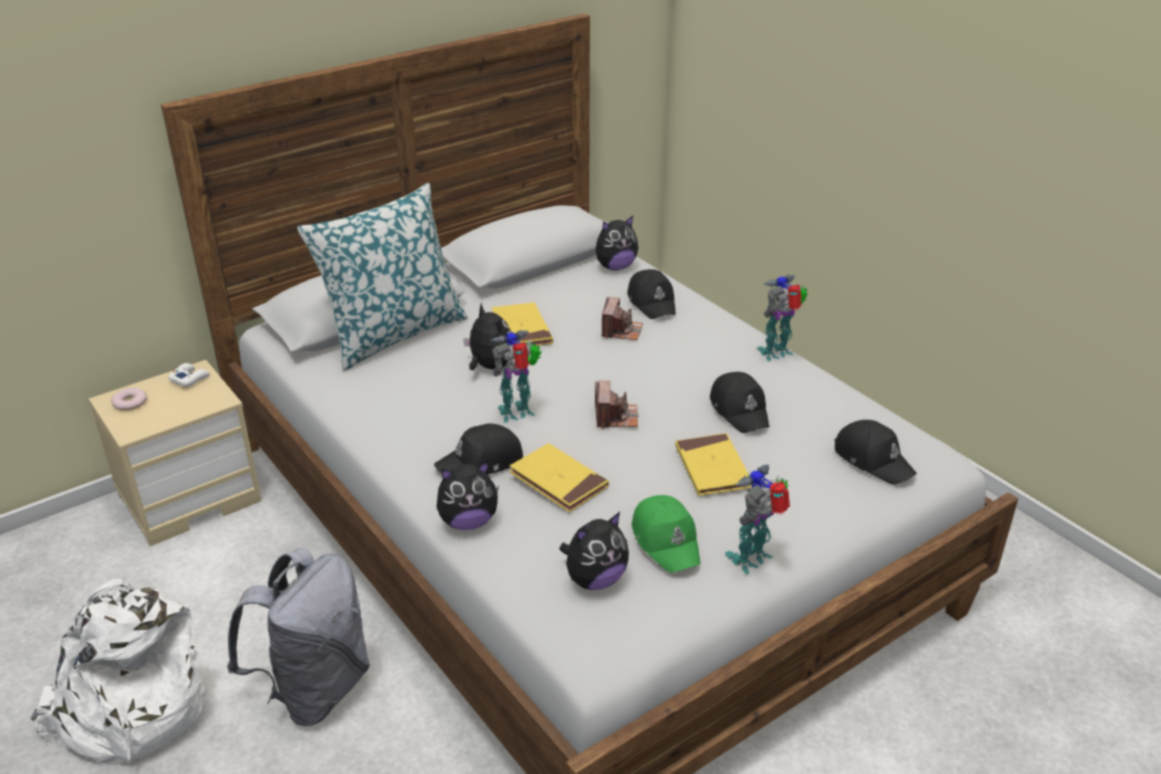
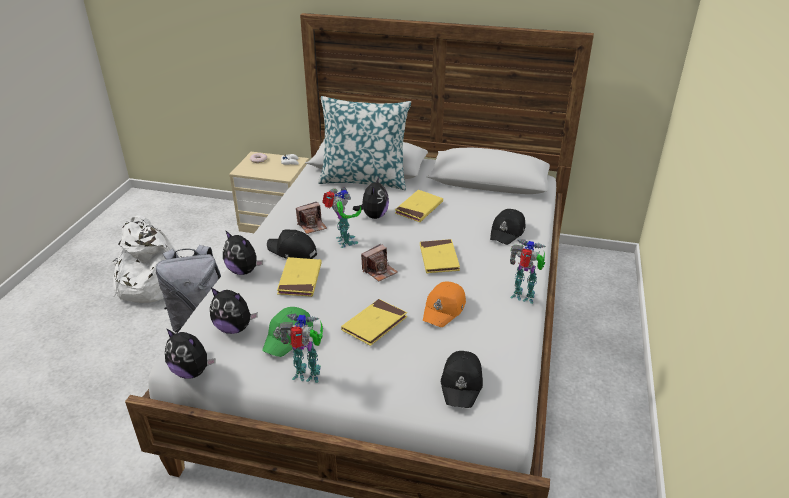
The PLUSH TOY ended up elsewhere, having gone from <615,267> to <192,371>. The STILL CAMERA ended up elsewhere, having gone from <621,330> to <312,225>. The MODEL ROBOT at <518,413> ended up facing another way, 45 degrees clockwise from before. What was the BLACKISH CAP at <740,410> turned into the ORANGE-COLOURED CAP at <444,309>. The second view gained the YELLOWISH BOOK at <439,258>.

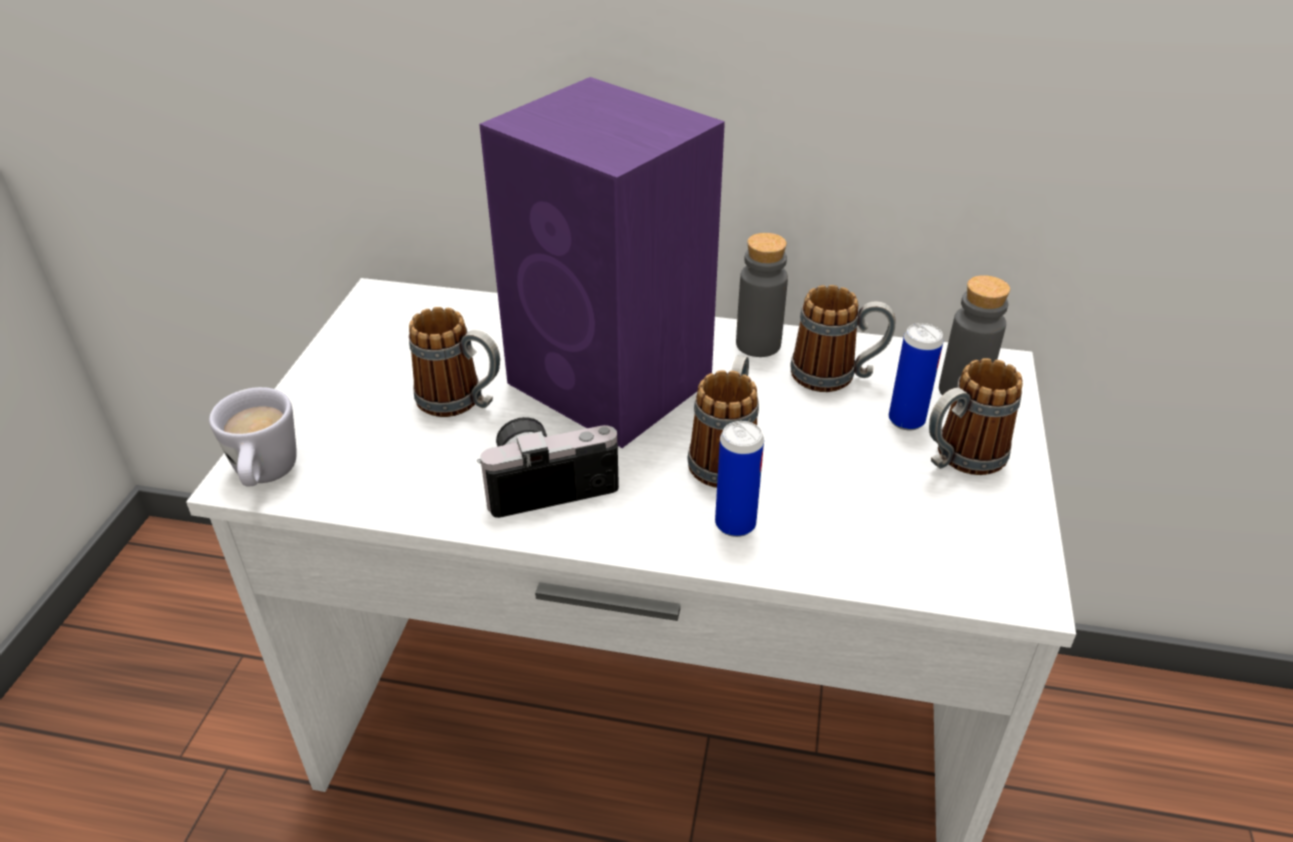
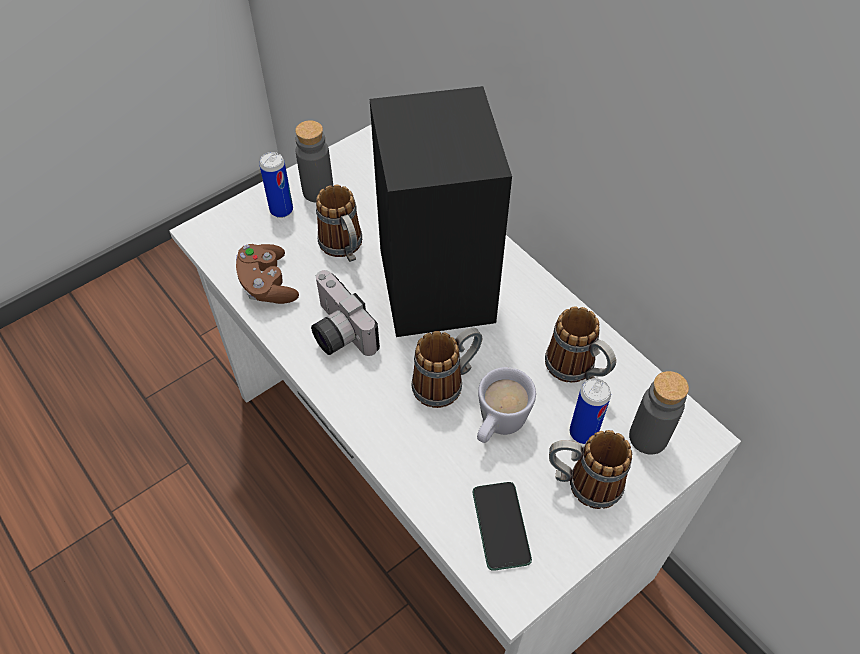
What was the PURPLISH SPEAKER at <613,384> turned into the BLACKISH SPEAKER at <437,288>. The GREYISH BOTTLE ended up elsewhere, having gone from <758,344> to <318,191>. The WHITE TEA MUG ended up elsewhere, having gone from <265,477> to <498,426>. The STILL CAMERA at <548,481> ended up facing another way, 150 degrees counterclockwise from before. The CAN ended up elsewhere, having gone from <735,524> to <281,210>. The second view gained the BROWN-COLOURED GAMEPAD at <268,284>. The second view gained the PHONE at <501,526>.

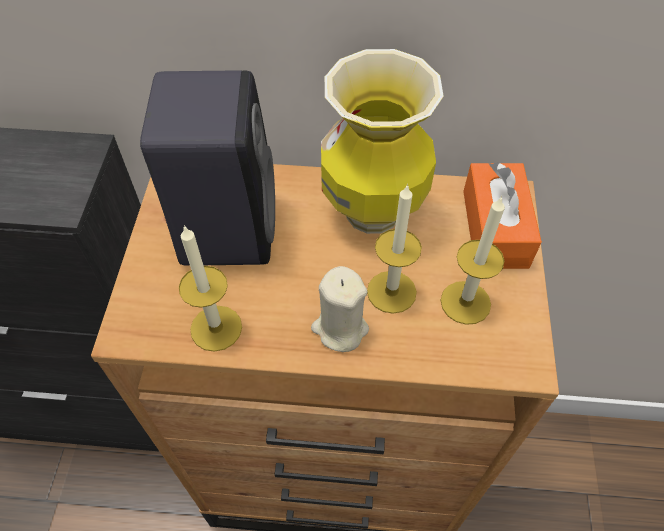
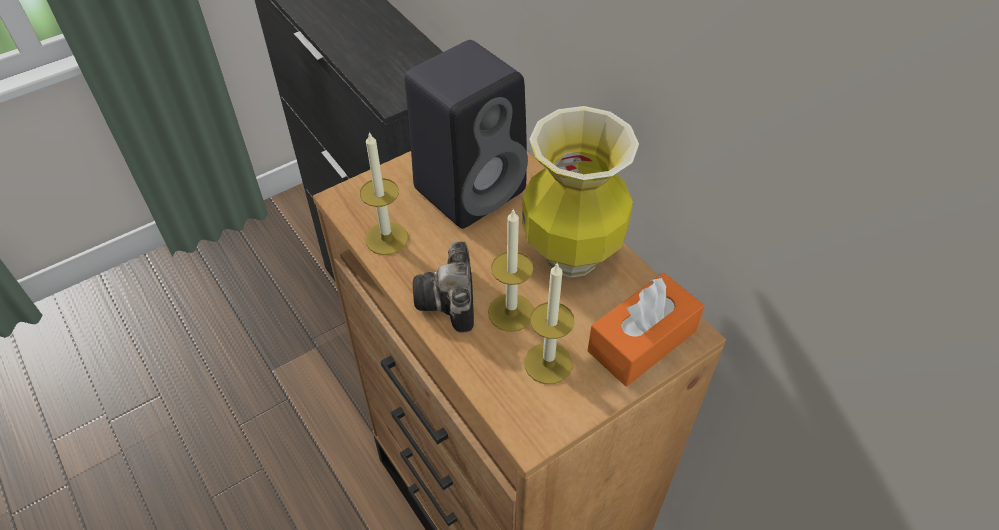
Where the BEIGE WAX CANDLE stood at <340,328>, the STILL CAMERA came to stand at <450,302>.

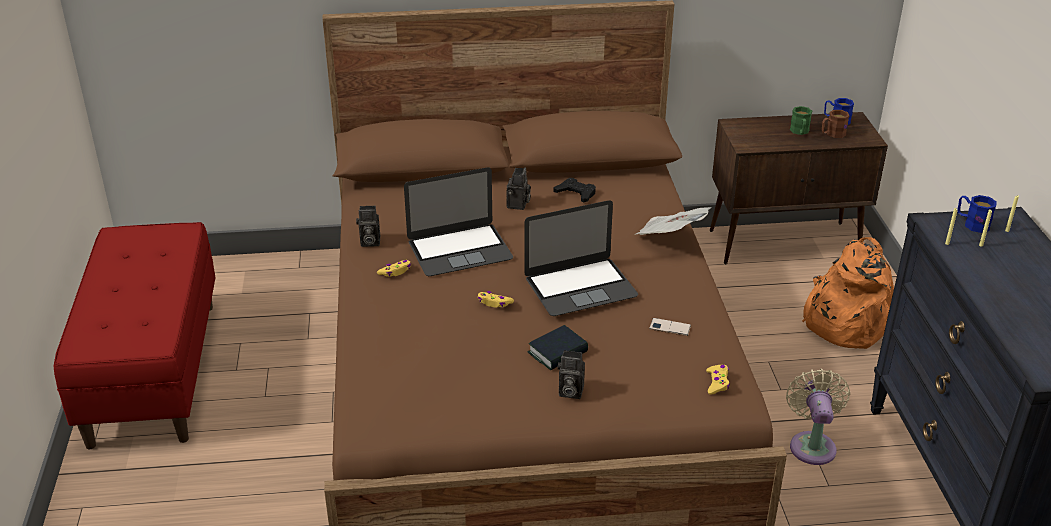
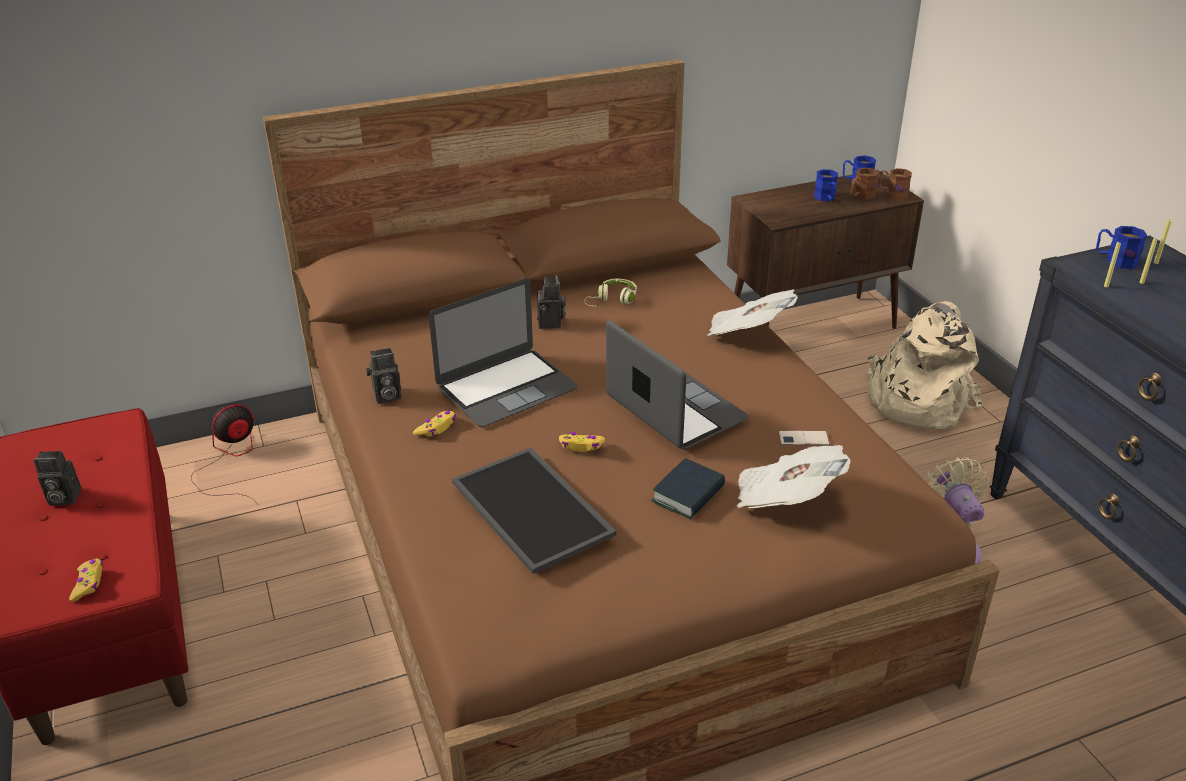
What was the GREEN-COLOURED TEA MUG at <800,132> turned into the BLUE TEA MUG at <826,198>. Where the BLACKISH GAMEPAD stood at <576,193>, the BEIGE PAIR OF HEADPHONES came to stand at <613,300>. The NOTEBOOK COMPUTER at <580,287> ended up facing another way, 90 degrees counterclockwise from before. What was the ORANGE-COLOURED RUCKSACK at <845,321> turned into the BEIGE RUCKSACK at <915,401>. The STILL CAMERA ended up elsewhere, having gone from <569,392> to <62,498>. The YELLOWISH GAMEPAD ended up elsewhere, having gone from <717,383> to <88,583>. The second view gained the BROWN-COLOURED TEA MUG at <892,194>. The second view gained the ELECTRIC FAN at <231,460>. The second view gained the NEWSPAPER at <785,499>. The second view gained the CARRYING TRAY at <535,508>.

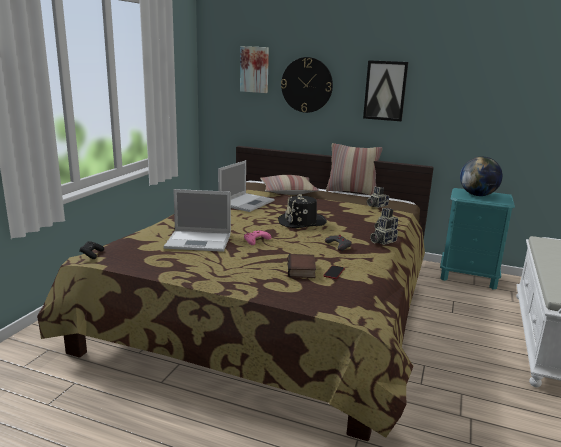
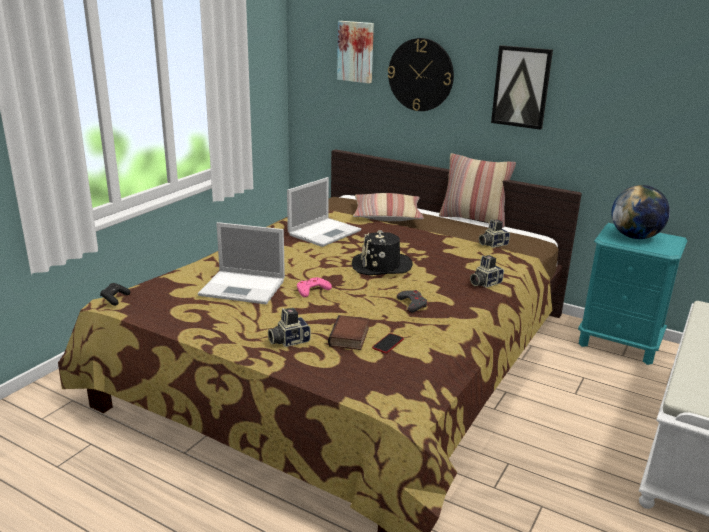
The STILL CAMERA ended up elsewhere, having gone from <382,241> to <288,340>.

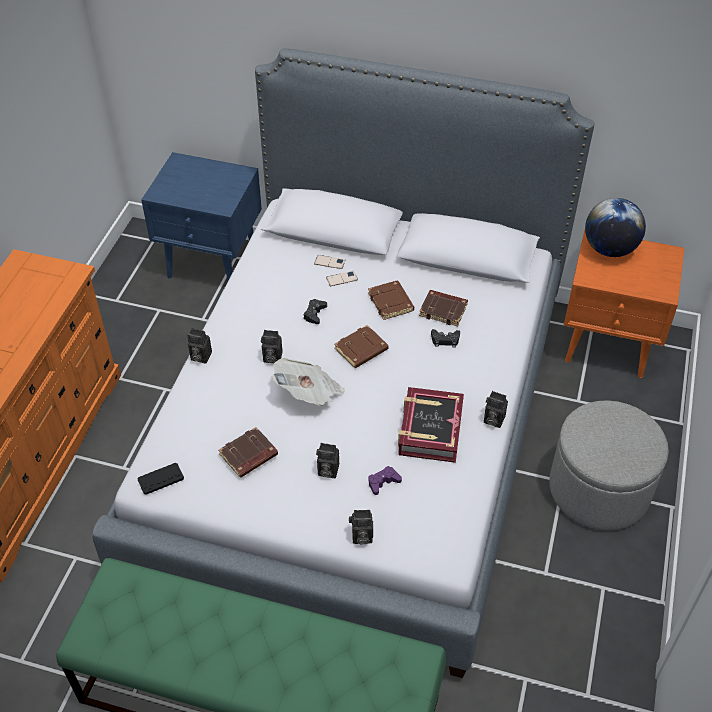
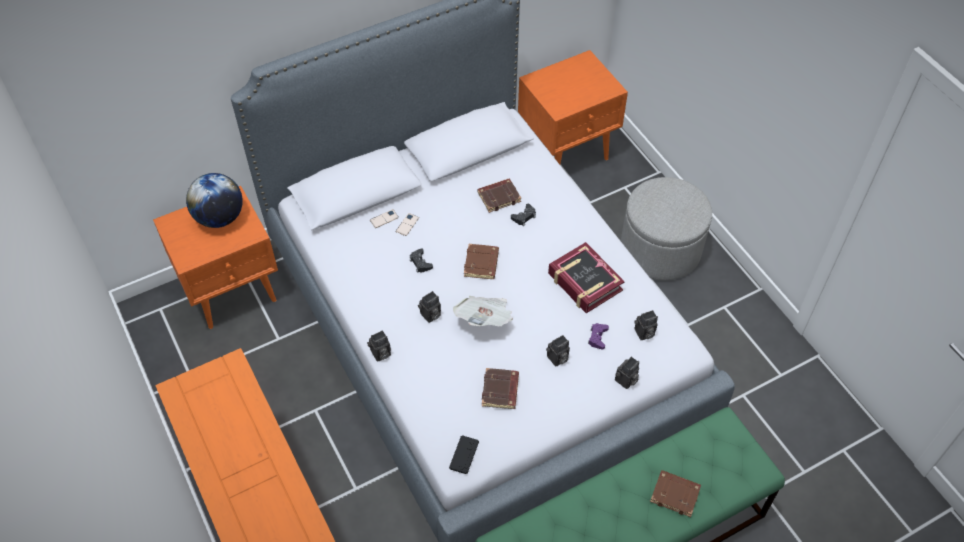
What was the BLUE BEDSIDE TABLE at <213,263> turned into the ORANGE-COLOURED BEDSIDE TABLE at <233,291>. The GLOBE ended up elsewhere, having gone from <609,249> to <220,217>. The BROWN-COLOURED BOOK ended up elsewhere, having gone from <391,303> to <675,494>. The STILL CAMERA ended up elsewhere, having gone from <492,420> to <644,334>.

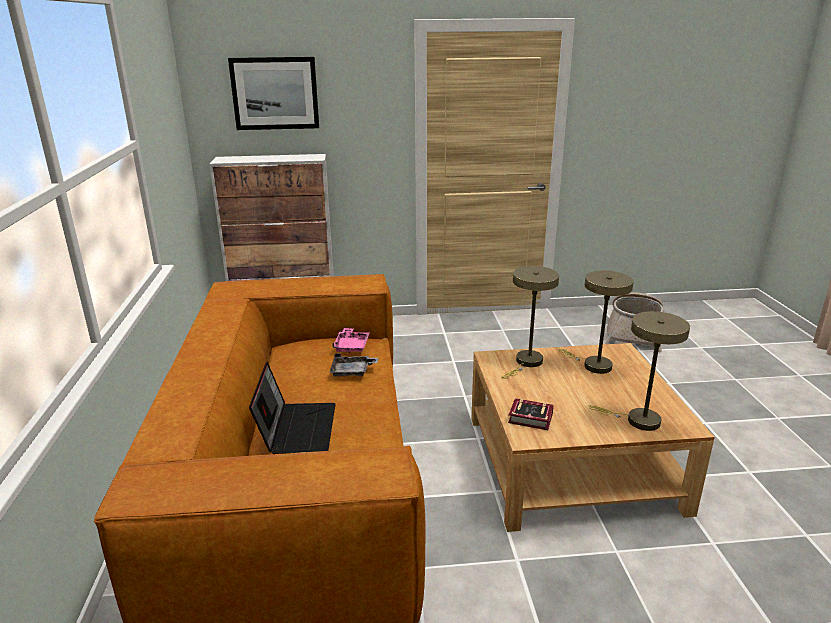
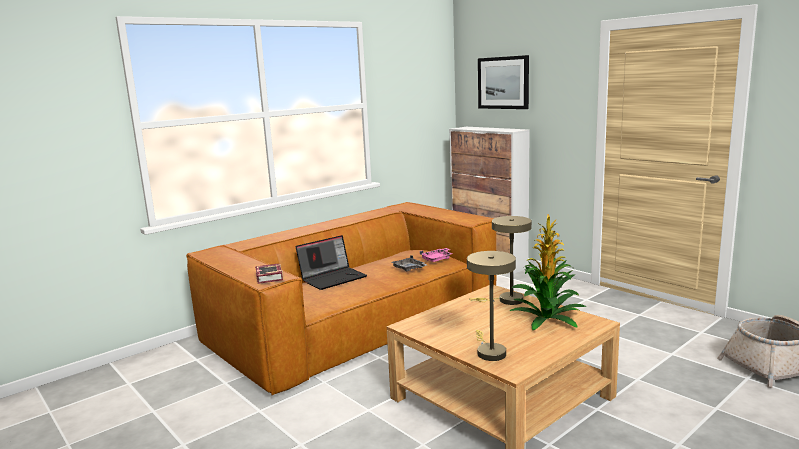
Where the BEIGE TABLETOP LAMP stood at <593,365>, the POTTED PLANT came to stand at <547,319>. The BOOK ended up elsewhere, having gone from <532,419> to <268,277>.

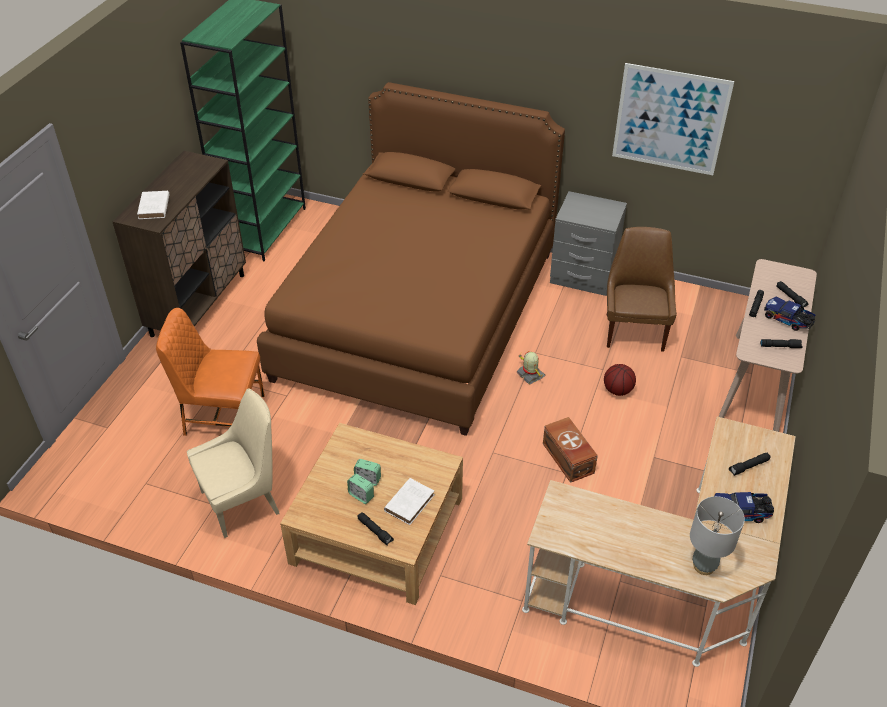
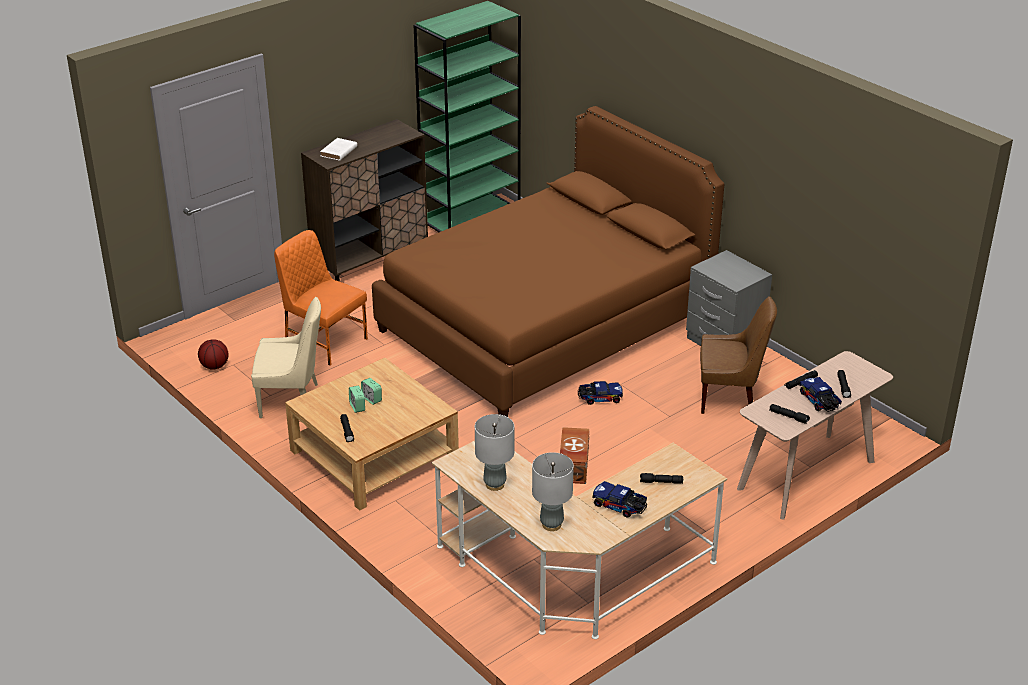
The second view lost the PICTURE at <670,120>. The BROWN-COLOURED CHAIR at <634,330> ended up facing another way, 60 degrees clockwise from before. Where the MODEL ROBOT stood at <530,375>, the MODEL TRUCK came to stand at <599,398>. The BALL FOR BASKETBALL ended up elsewhere, having gone from <617,390> to <214,366>. The second view lost the WHITE BOOK at <410,502>. The second view gained the GREYISH TABLETOP LAMP at <494,484>.

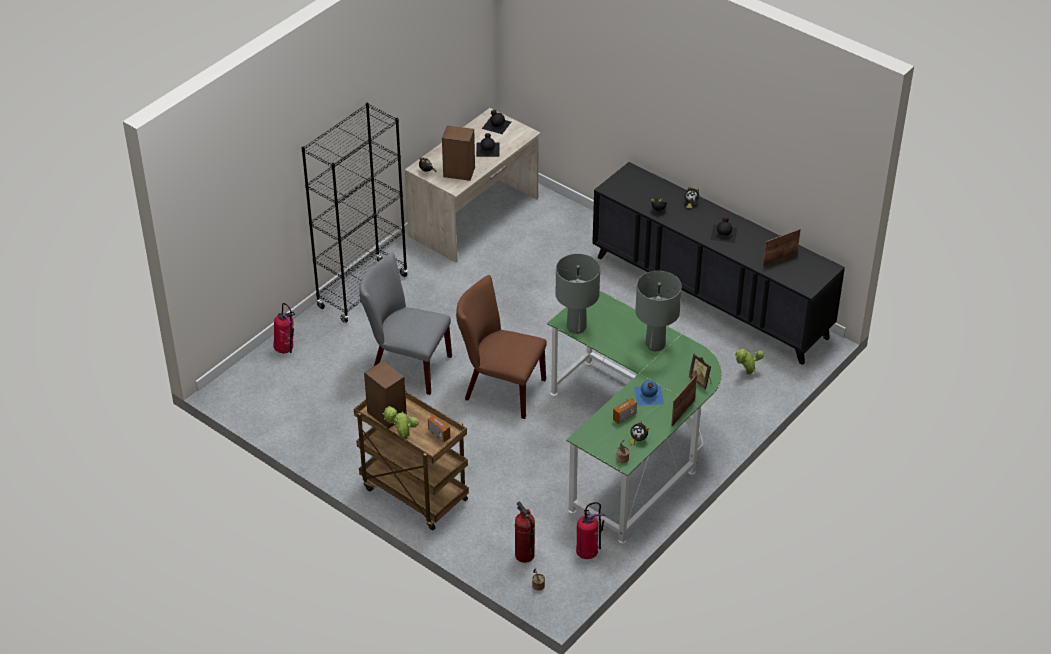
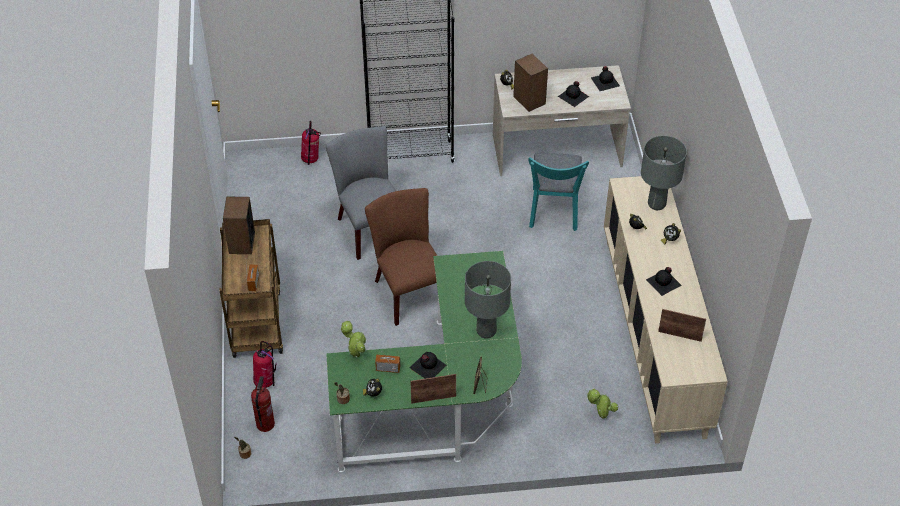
What was the BLACKISH STORAGE CABINET at <710,296> turned into the BEIGE STORAGE CABINET at <654,334>. The GREYISH TABLETOP LAMP ended up elsewhere, having gone from <576,327> to <656,204>. What was the BLUE BOTTLE at <648,395> turned into the BLACKISH BOTTLE at <427,366>. The POTTED PLANT ended up elsewhere, having gone from <402,437> to <355,354>. The EXTINGUISHER ended up elsewhere, having gone from <588,552> to <266,382>. The second view gained the TURQUOISE CHAIR at <553,212>.

